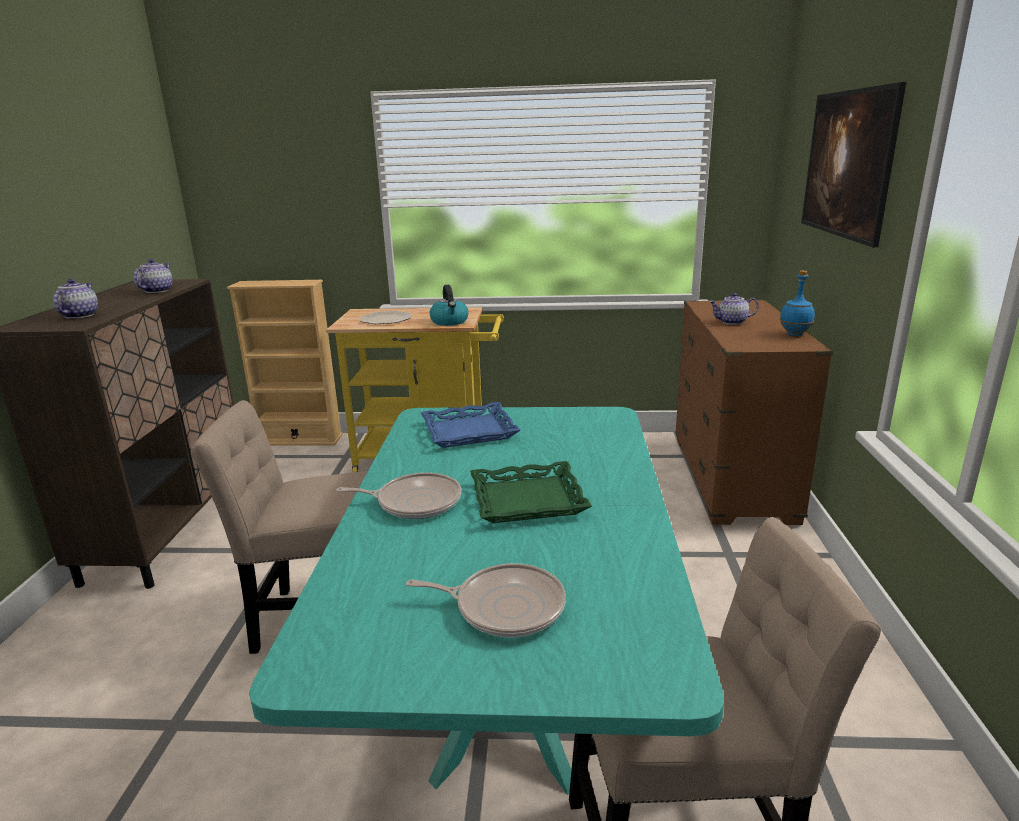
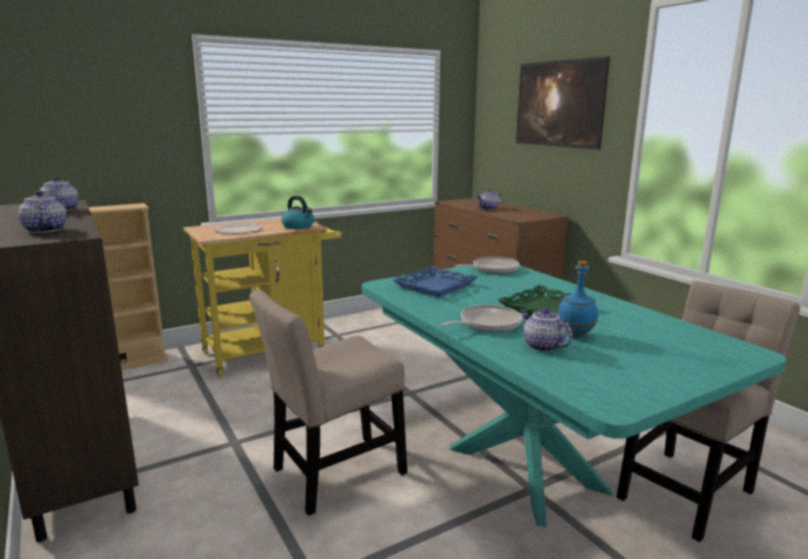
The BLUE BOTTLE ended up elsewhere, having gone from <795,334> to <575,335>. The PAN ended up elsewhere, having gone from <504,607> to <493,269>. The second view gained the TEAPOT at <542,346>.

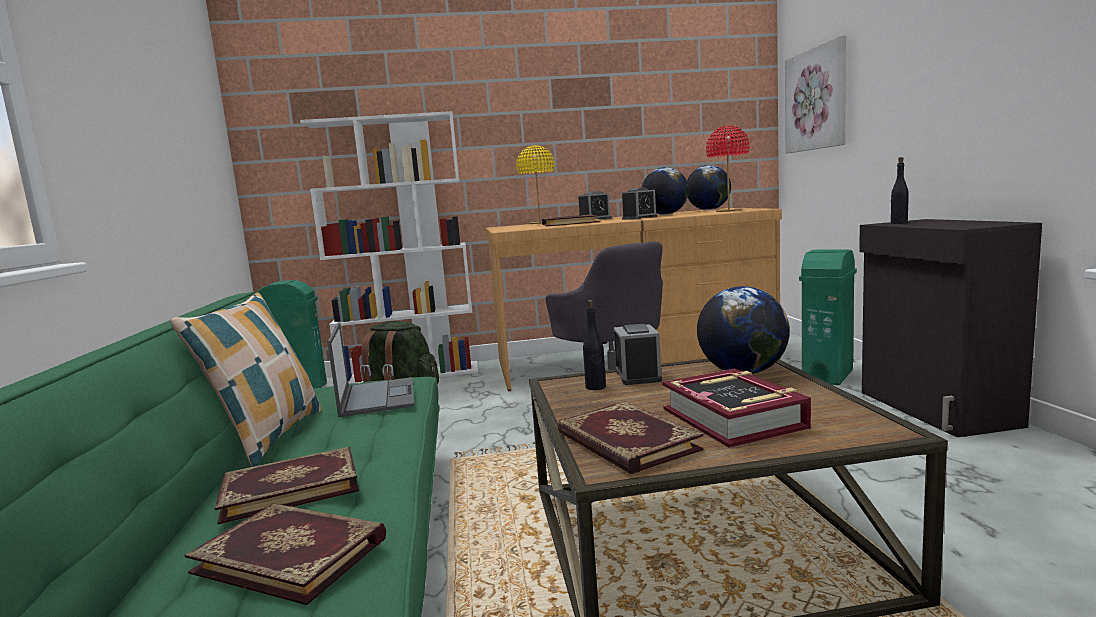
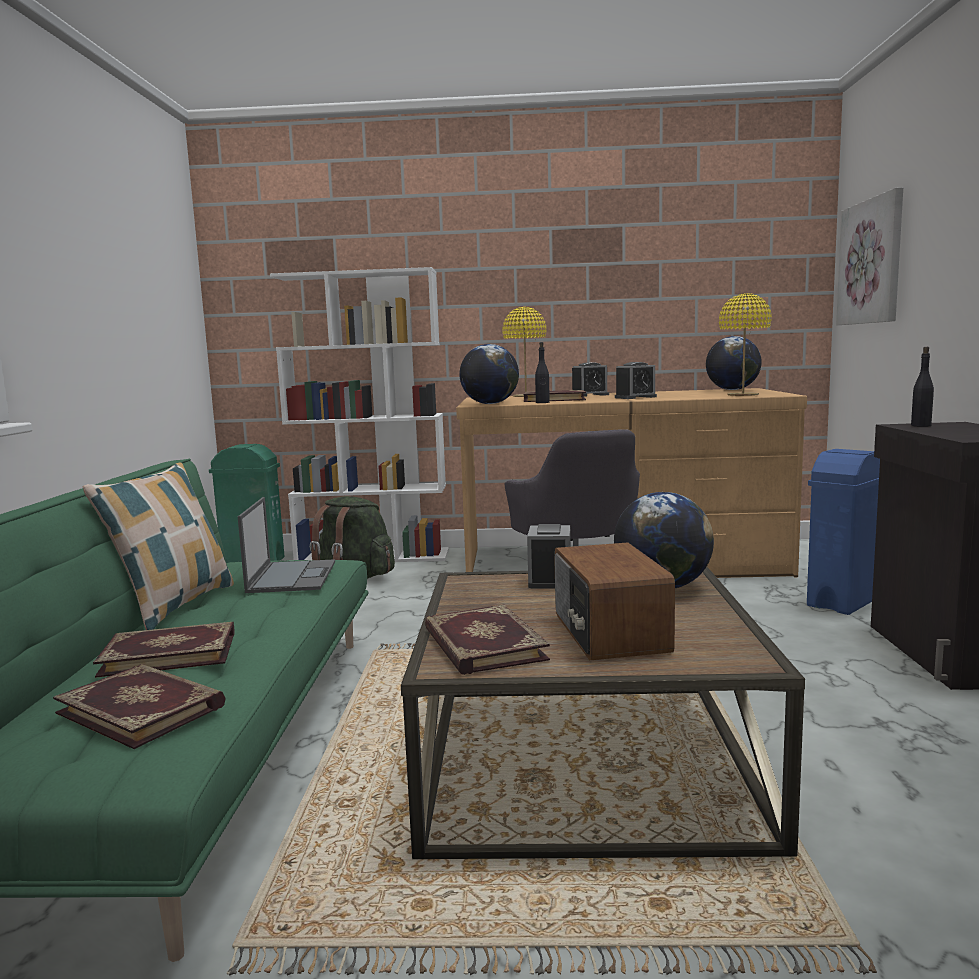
What was the REDDISH TABLETOP LAMP at <729,211> turned into the YELLOWISH TABLETOP LAMP at <743,395>. The GLOBE ended up elsewhere, having gone from <665,214> to <490,404>. What was the GREEN-COLOURED WASTE BIN at <828,375> turned into the BLUE WASTE BIN at <843,602>. The BLACKISH BOTTLE ended up elsewhere, having gone from <595,387> to <542,402>. Where the BOOK stood at <733,418>, the RADIO RECEIVER came to stand at <608,633>.

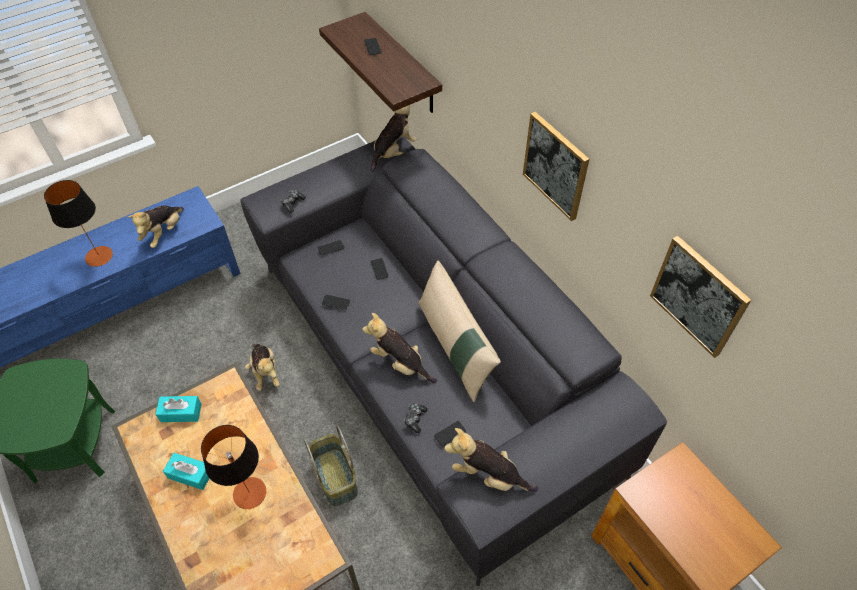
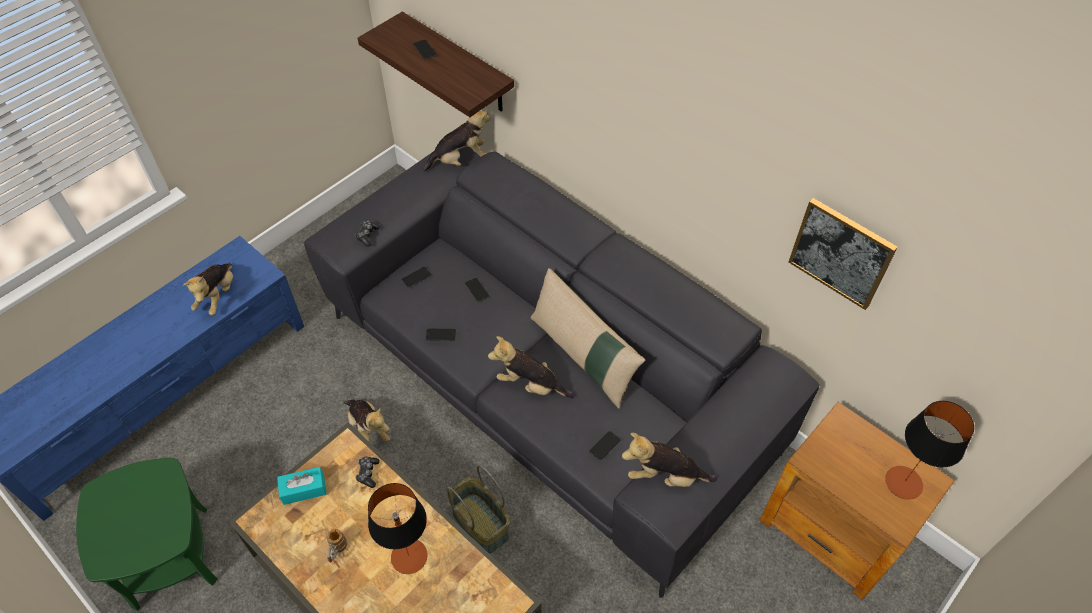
The PLUSH TOY at <393,152> ended up facing another way, 45 degrees clockwise from before. The second view lost the PICTURE at <556,166>. The TABLETOP LAMP ended up elsewhere, having gone from <99,256> to <904,482>. The GAMEPAD ended up elsewhere, having gone from <415,419> to <368,473>. Where the TURQUOISE TISSUE HOLDER stood at <190,474>, the TEA MUG came to stand at <337,552>.

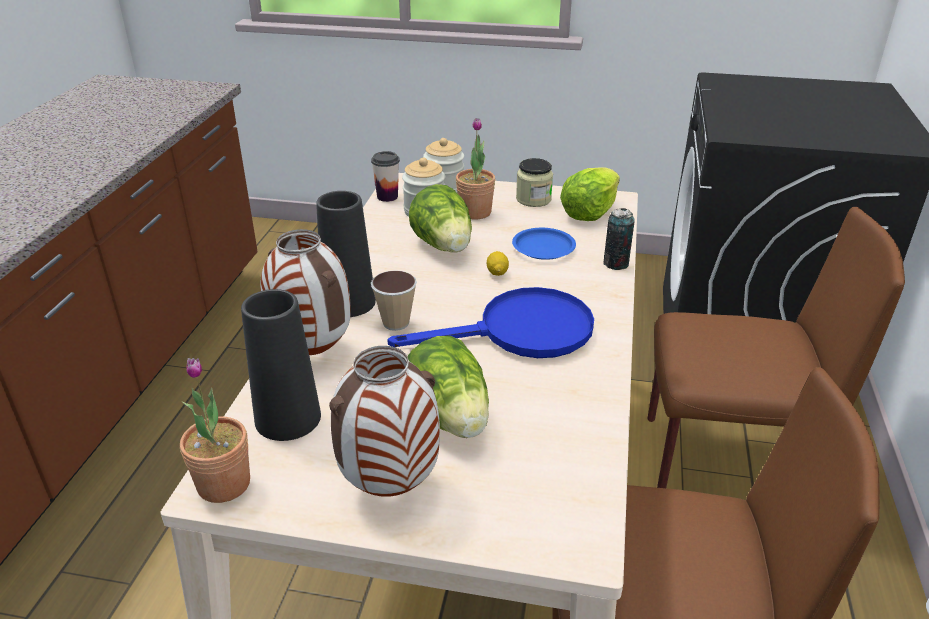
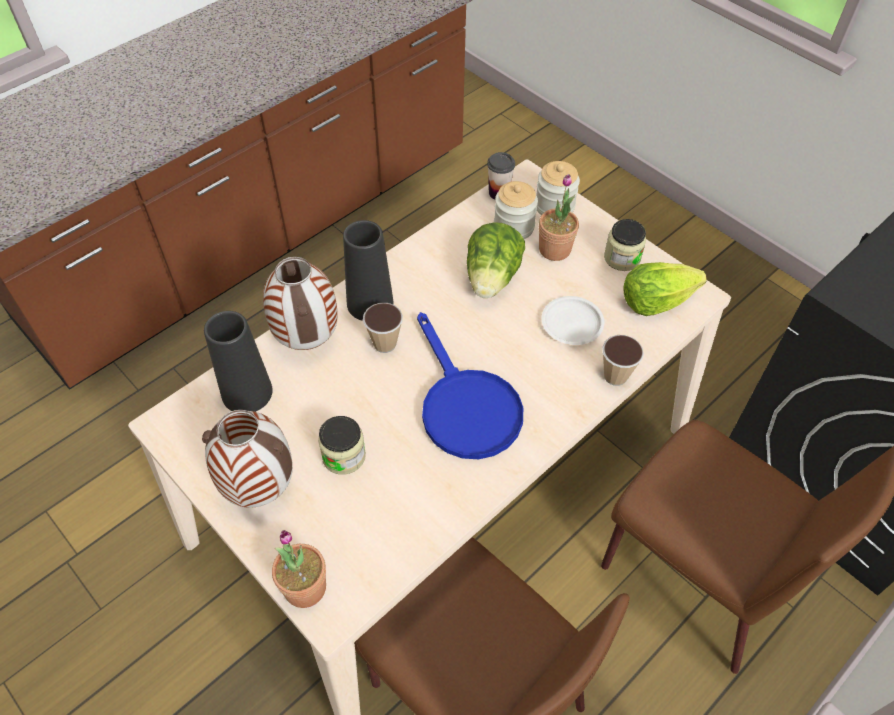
Where the CAN stood at <616,264>, the SMALL CUP came to stand at <615,376>. What was the BLUE PLATE at <544,248> turned into the WHITE PLATE at <572,323>. The second view lost the CITRUS FRUIT at <497,272>. The BLUE PAN at <520,332> ended up facing another way, 45 degrees clockwise from before. Where the LETTUCE HEAD stood at <449,418>, the JAR came to stand at <344,456>. The POTTED PLANT ended up elsewhere, having gone from <224,484> to <305,587>.

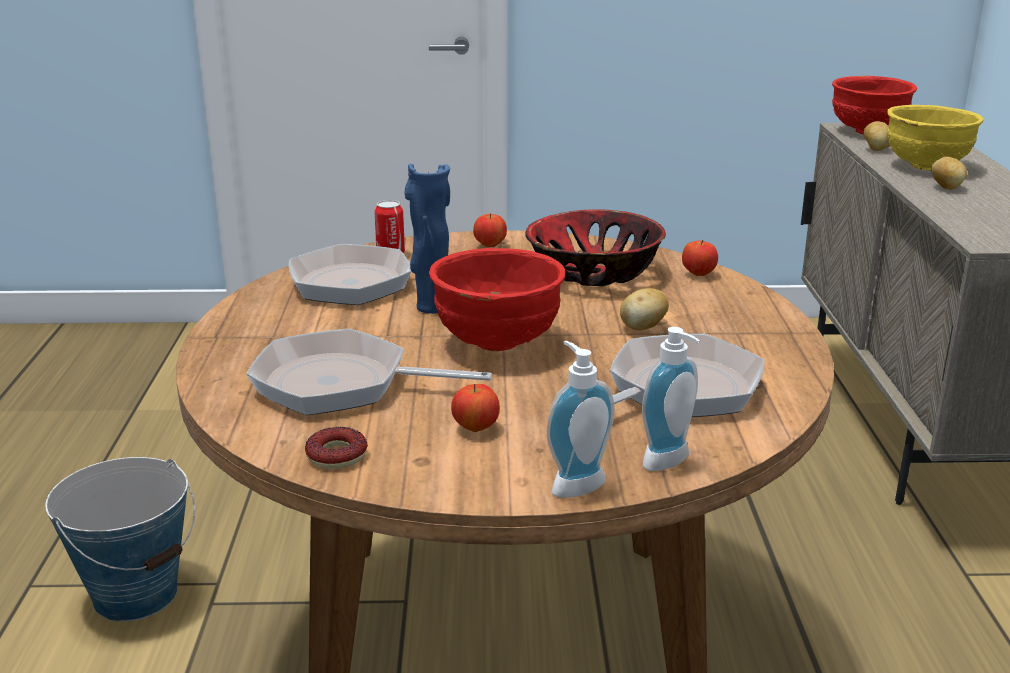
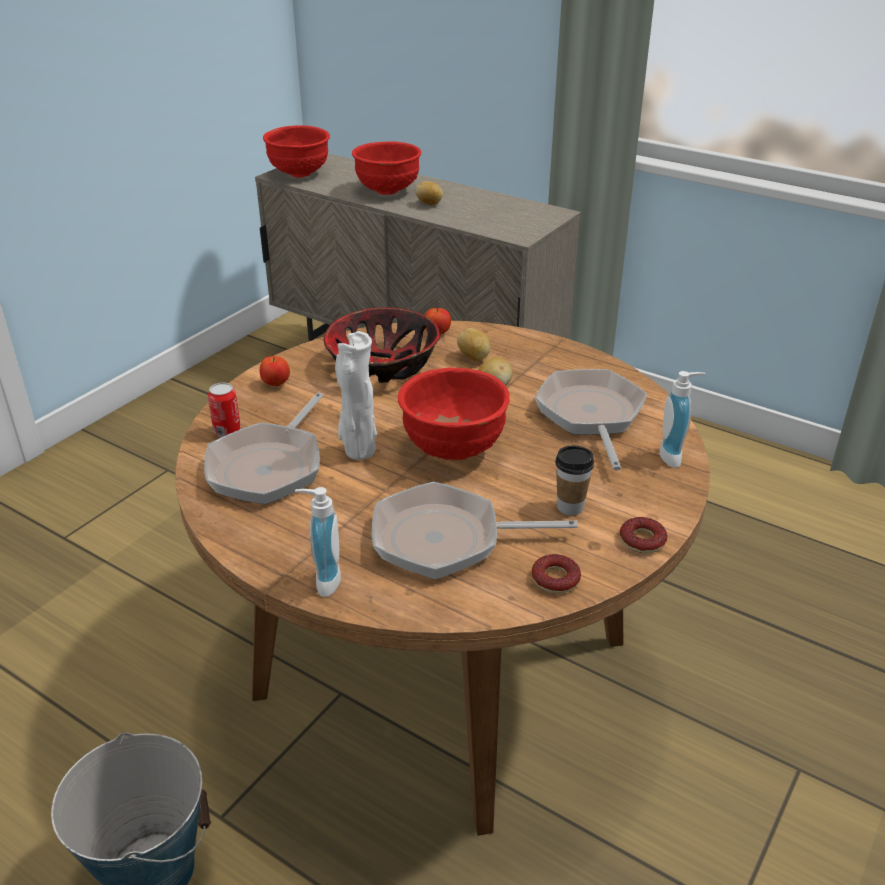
What was the YELLOWISH DEEP DISH at <927,167> turned into the REDDISH DEEP DISH at <388,191>. The POTATO ended up elsewhere, having gone from <877,149> to <474,358>. What was the BLUE DECORATIVE VASE at <432,307> turned into the WHITE DECORATIVE VASE at <358,452>. The PAN at <342,384> ended up facing another way, 45 degrees clockwise from before. The SOAP BOTTLE ended up elsewhere, having gone from <574,483> to <323,580>. Where the APPLE FRUIT stood at <475,428>, the SMALL CUP came to stand at <570,507>. The second view gained the DOUGHNUT at <642,540>.

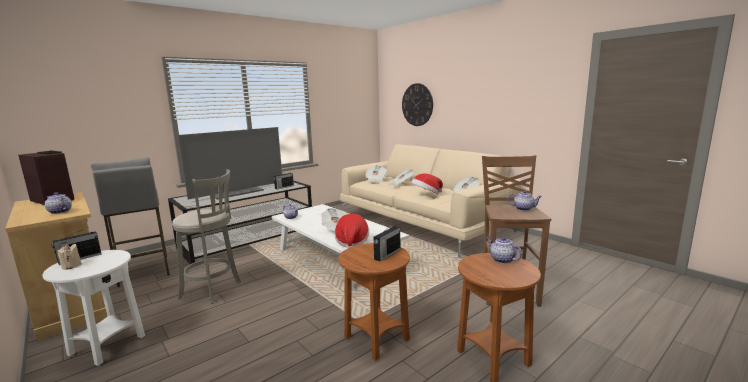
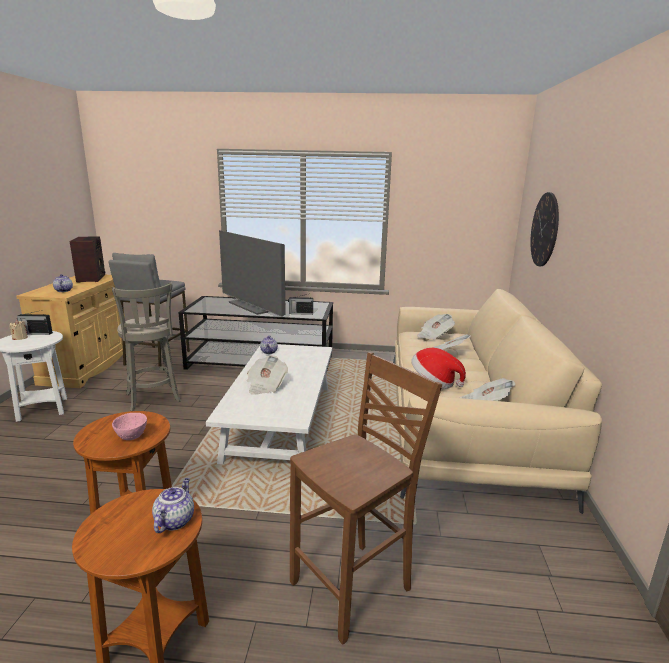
The TV at <237,192> ended up facing another way, 45 degrees clockwise from before. The second view lost the TEAPOT at <524,208>. The second view lost the WEARABLE HAT at <352,242>. Where the RADIO RECEIVER stood at <387,254>, the PINK-COLOURED DEEP DISH came to stand at <132,437>.

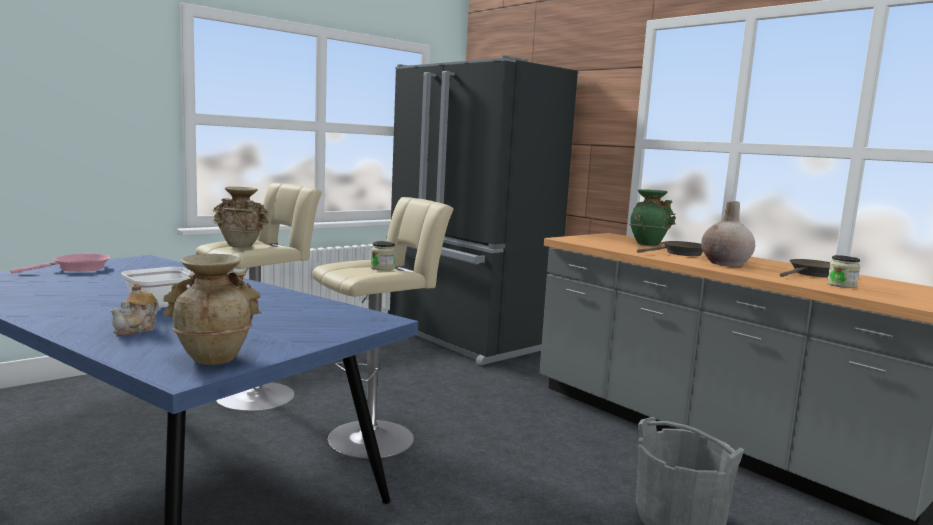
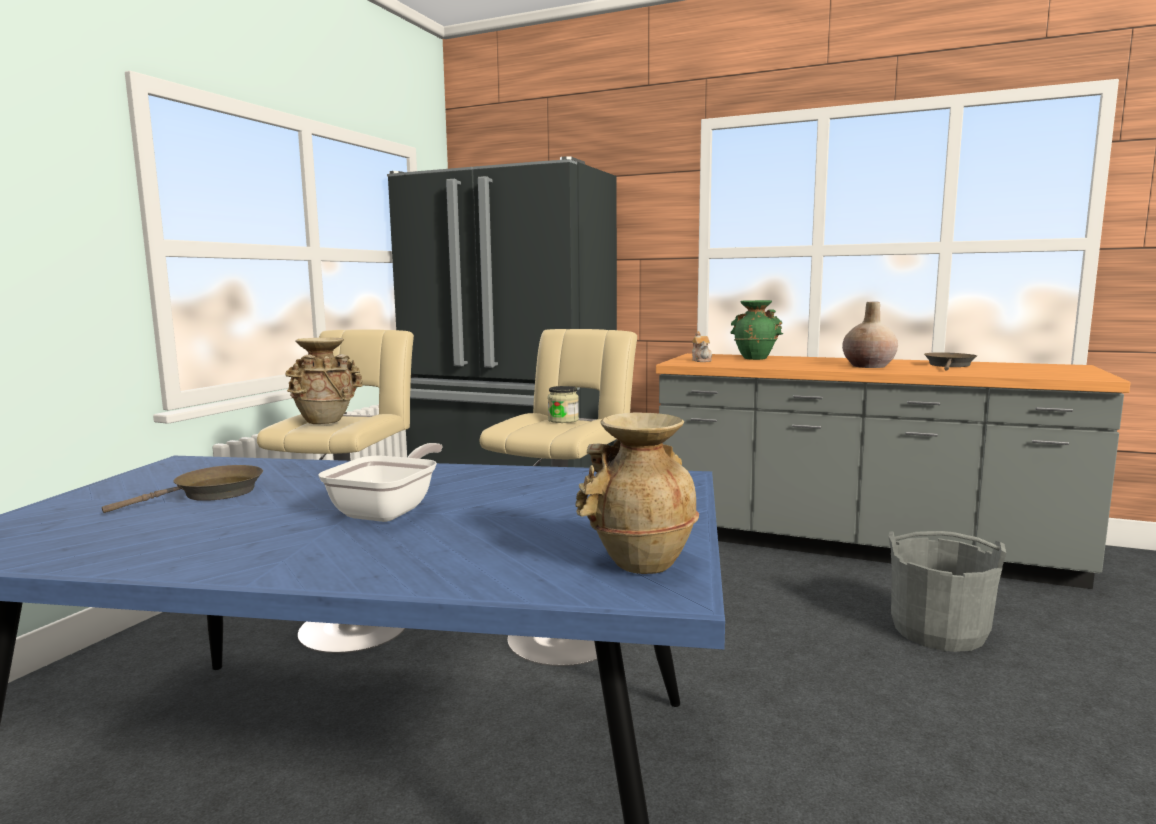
The BROWN-COLOURED PAN ended up elsewhere, having gone from <680,253> to <212,494>. The second view lost the PINK-COLOURED PAN at <77,268>. The second view lost the JAR at <841,285>. The TEAPOT ended up elsewhere, having gone from <136,329> to <702,360>.

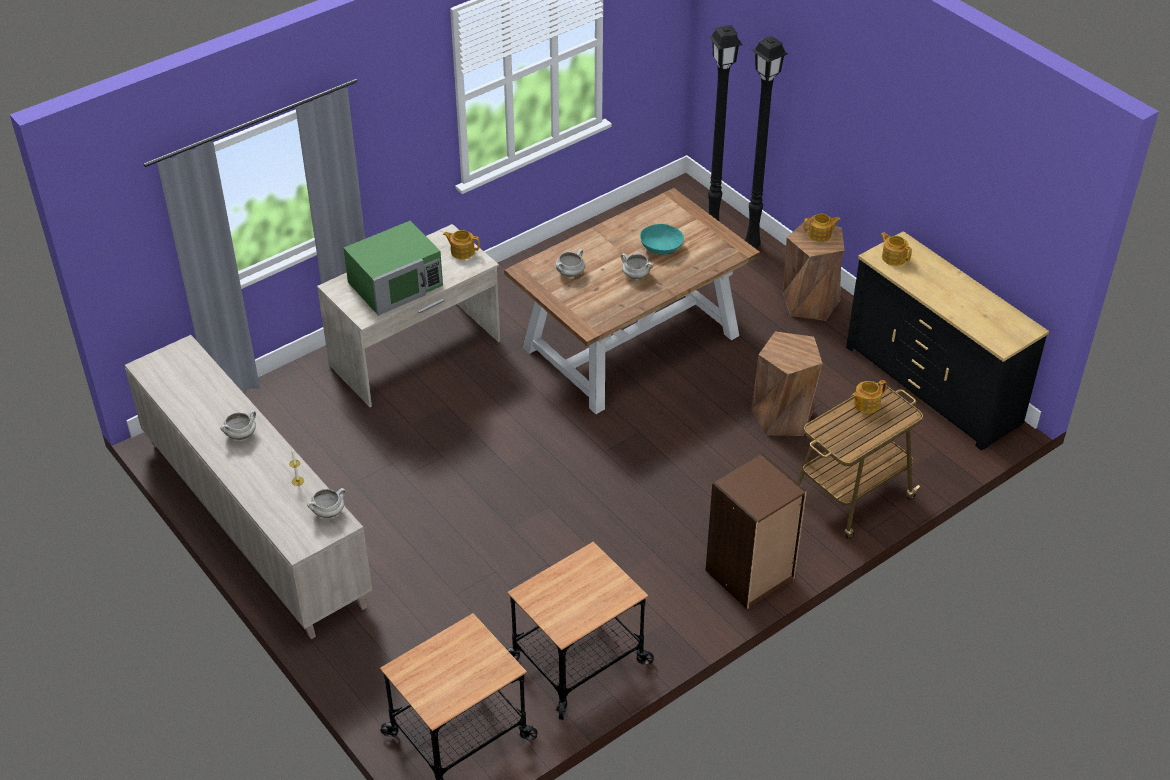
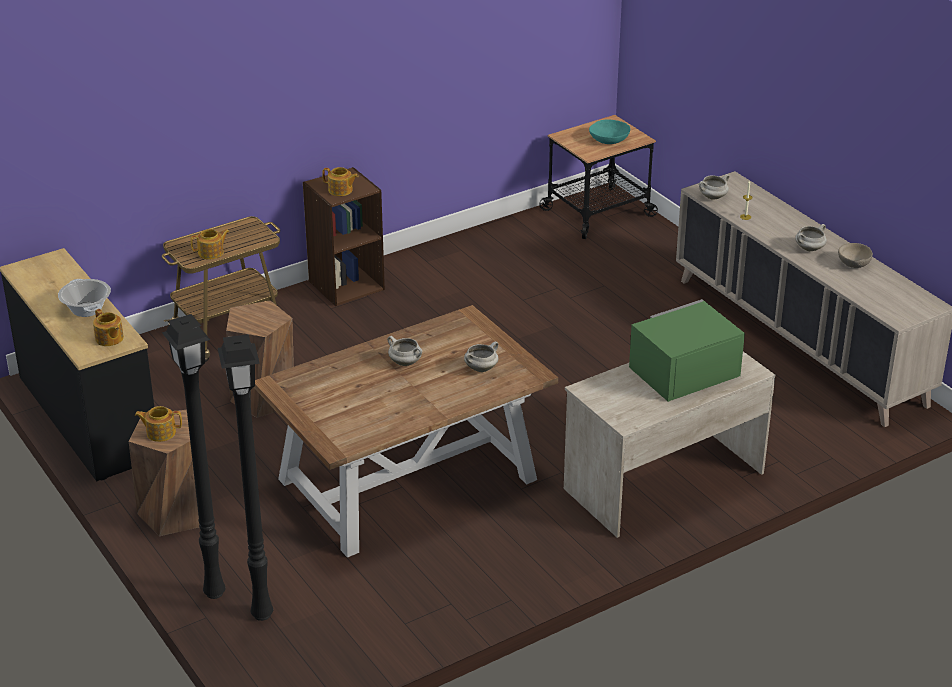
The TURQUOISE DEEP DISH ended up elsewhere, having gone from <661,247> to <609,140>. The TEAPOT ended up elsewhere, having gone from <462,251> to <340,190>. The second view lost the WHEELED CART at <578,662>. The second view gained the BEIGE DEEP DISH at <853,264>. The second view gained the STOCKPOT at <87,309>.

